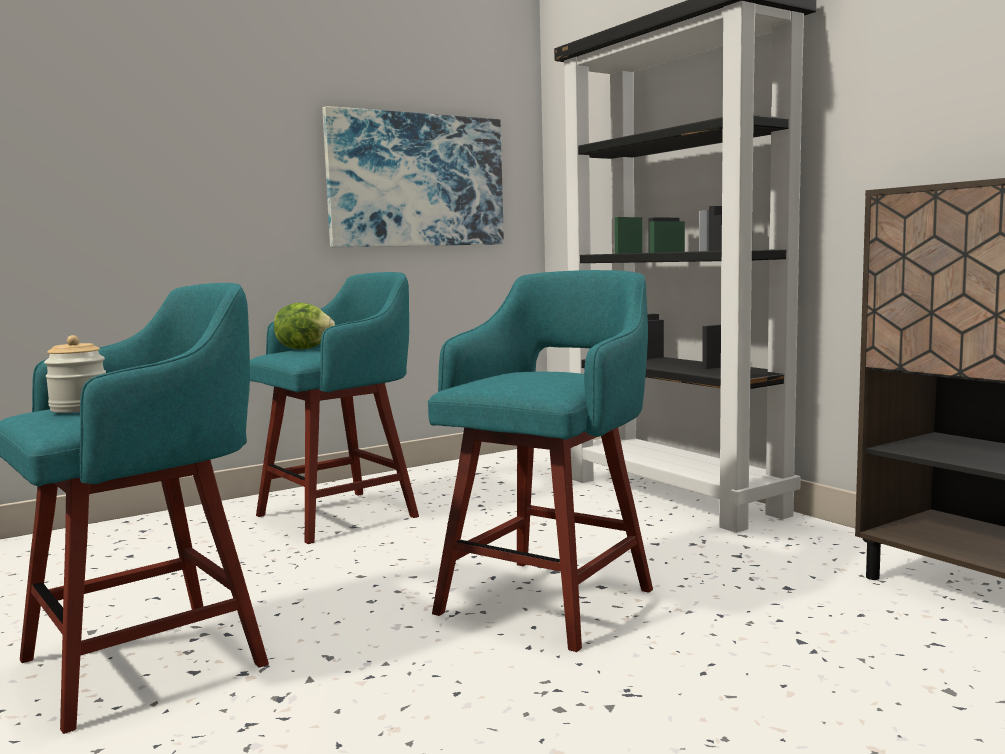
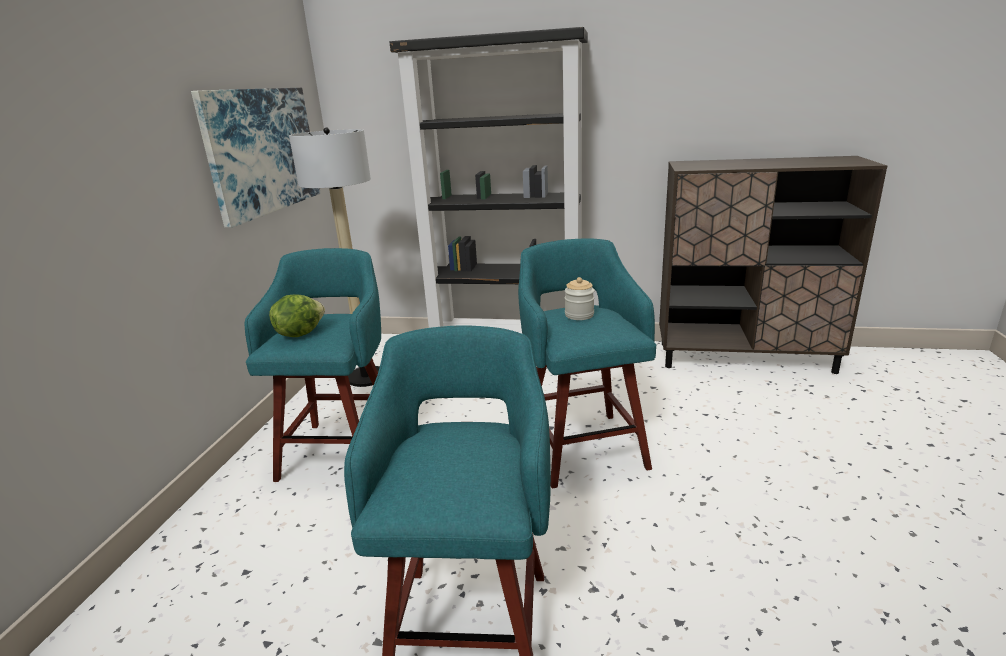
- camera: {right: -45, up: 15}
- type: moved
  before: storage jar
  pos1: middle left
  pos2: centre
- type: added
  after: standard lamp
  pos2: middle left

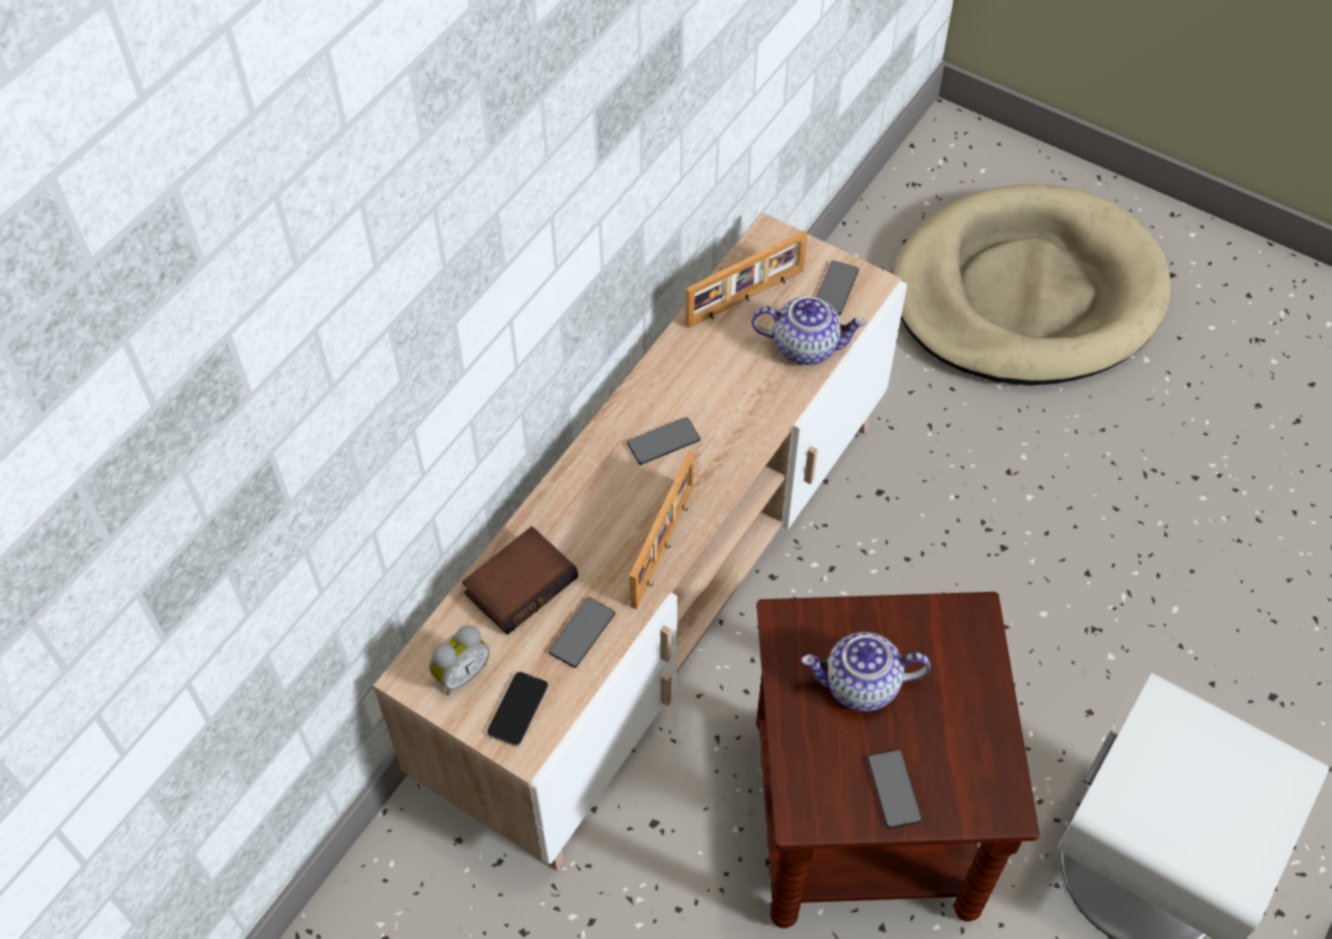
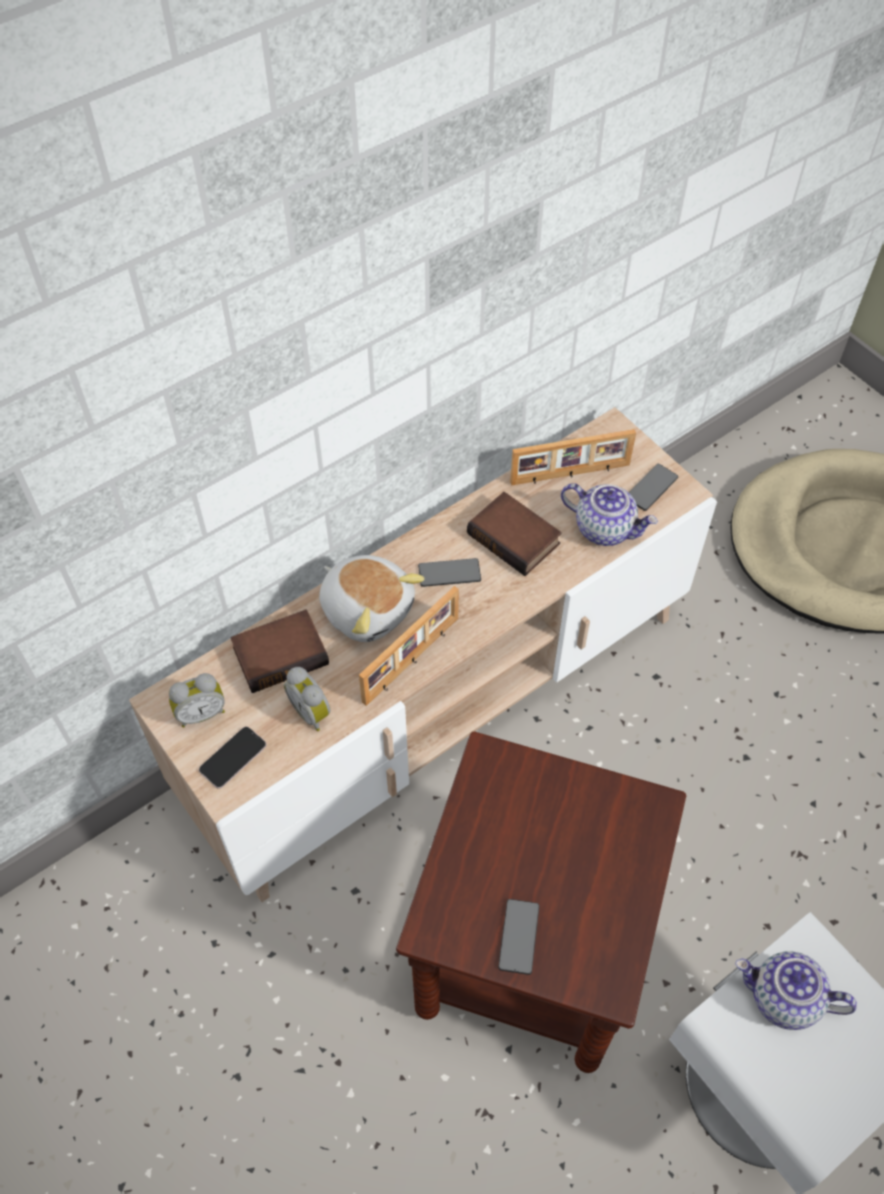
- camera: {right: 20, up: 0}
- type: replaced
  before: phone (2nd from left)
  after: alarm clock (2nd from left)
  pos1: bottom centre
  pos2: centre
- type: moved
  before: pot for tea (2nd from left)
  pos1: bottom centre
  pos2: bottom right
- type: added
  after: plush toy
  pos2: centre
- type: added
  after: book (2nd from left)
  pos2: centre

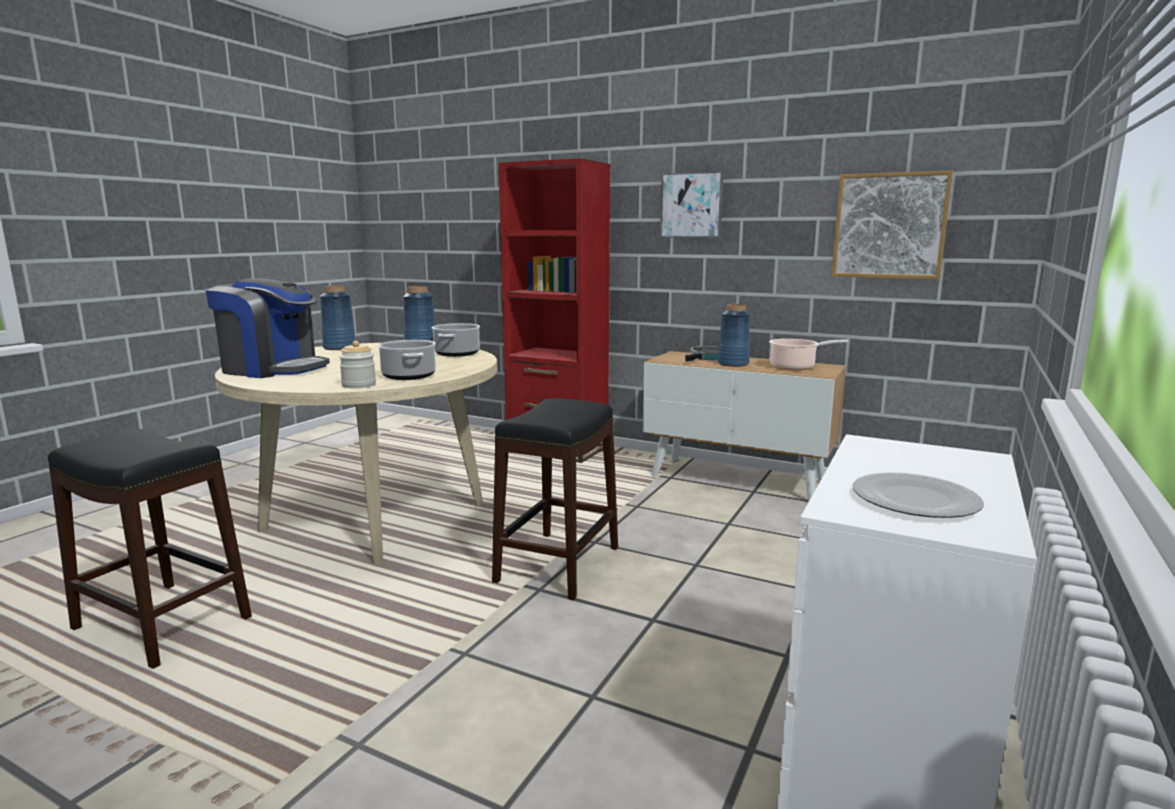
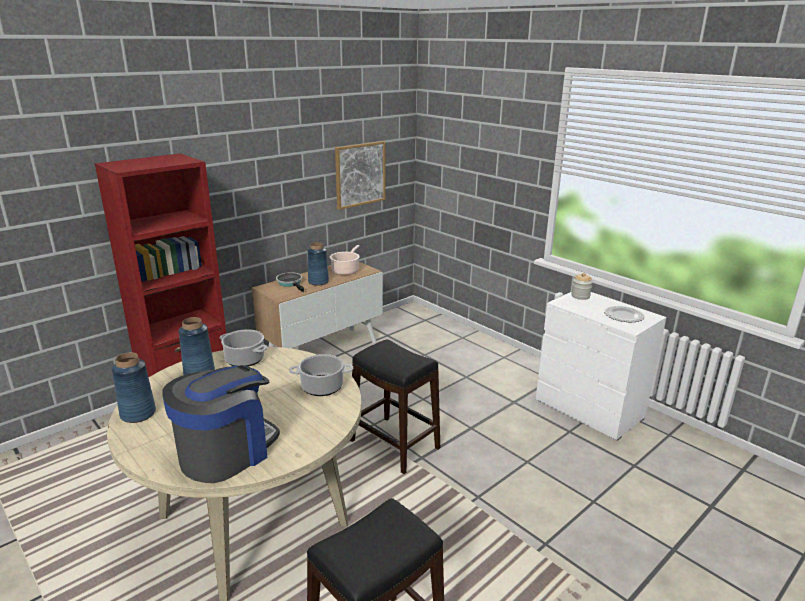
- camera: {right: -70, up: 10}
- type: moved
  before: storage jar
  pos1: middle left
  pos2: middle right
- type: removed
  before: wall art (1st from left)
  pos1: top centre

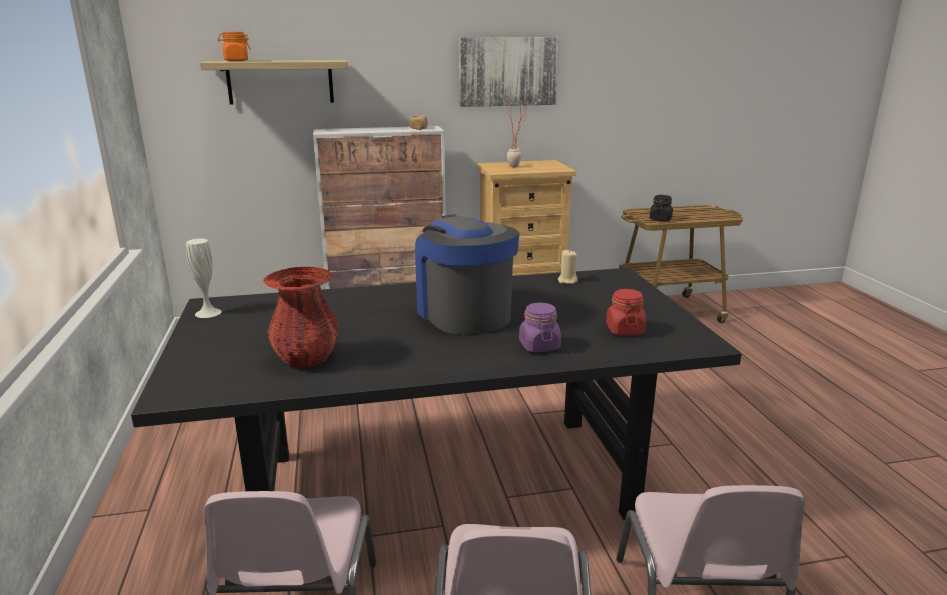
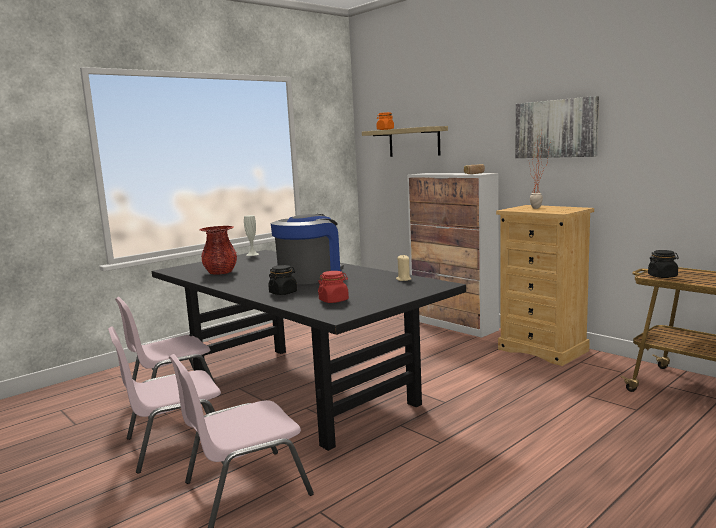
- camera: {right: 60, up: -10}
- type: recoloured
  before: purplish storage jar
  after: black-coloured storage jar (1st from left)
  pos1: centre
  pos2: centre

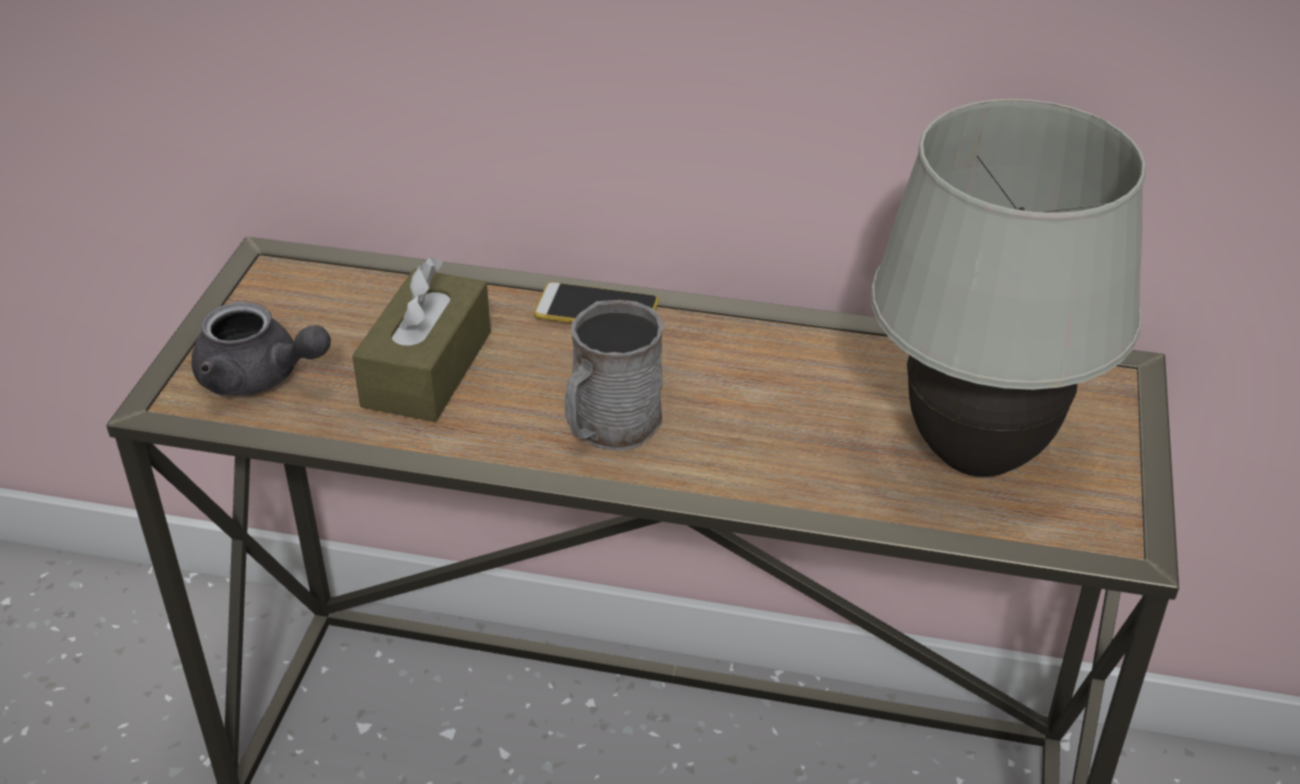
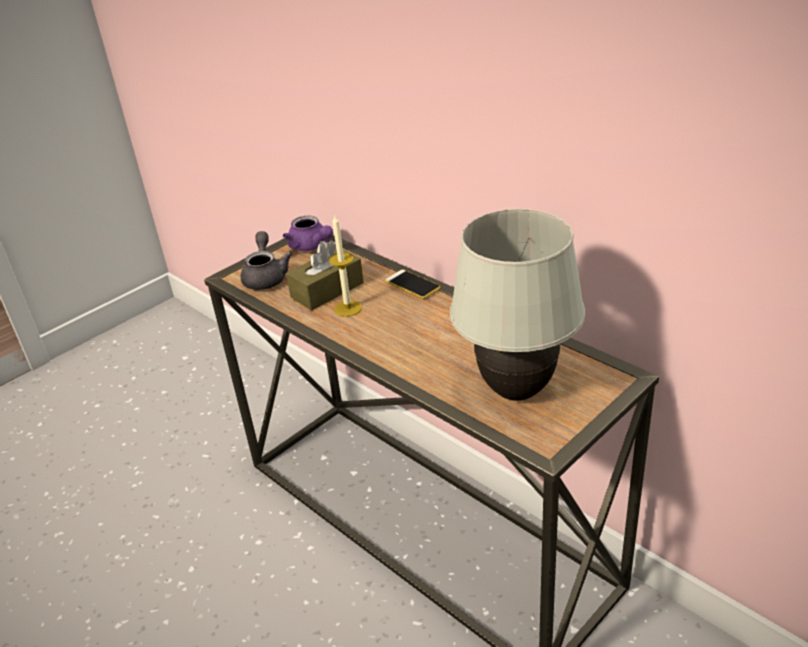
- camera: {right: 35, up: -5}
- type: turned
  before: gray pot for tea
  pos1: middle left
  pos2: middle left
  turn: -150
- type: removed
  before: gray mug
  pos1: centre
- type: added
  after: purplish pot for tea
  pos2: centre
- type: added
  after: candle
  pos2: centre

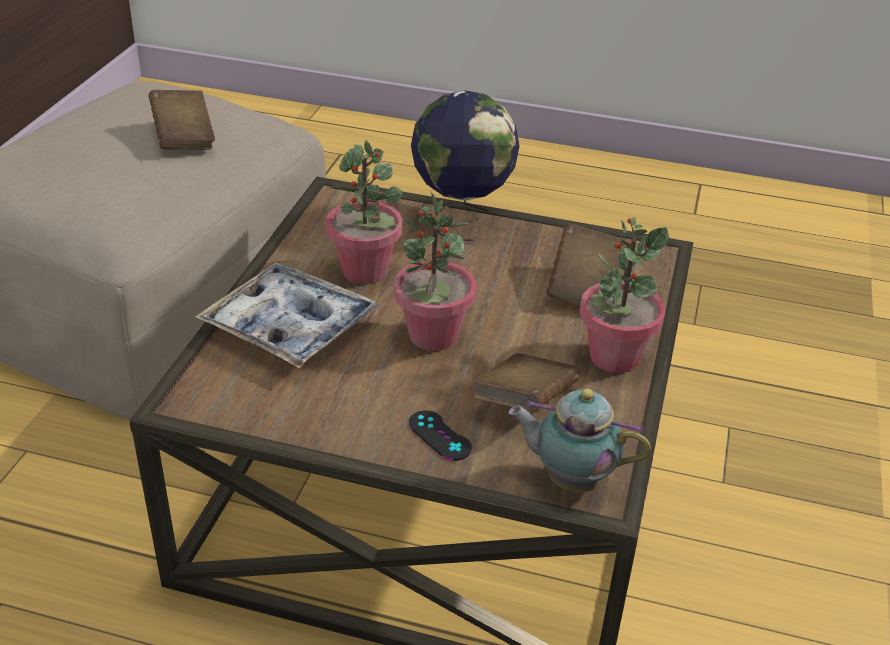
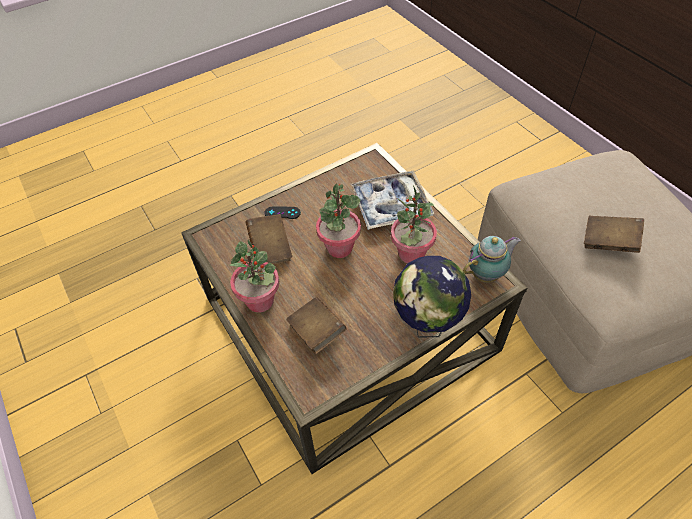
- camera: {right: 135, up: 15}
- type: moved
  before: pot for tea
  pos1: bottom centre
  pos2: middle right

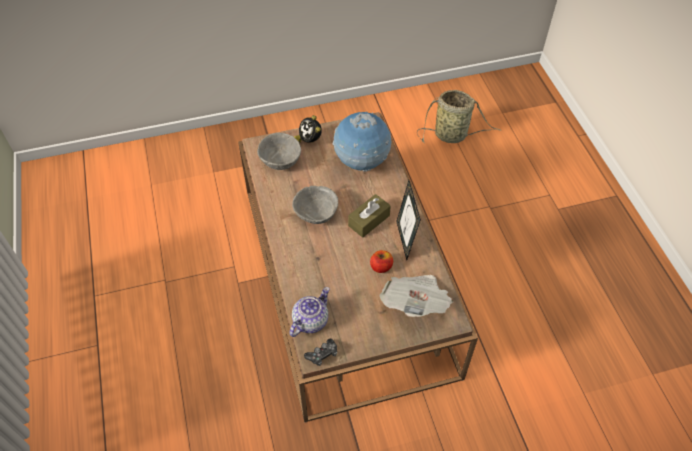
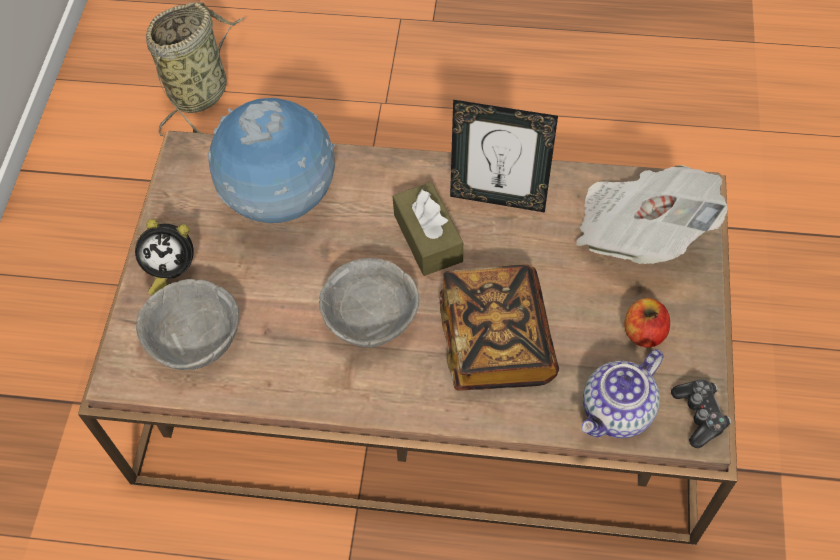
- camera: {right: -65, up: 5}
- type: turned
  before: pot for tea
  pos1: bottom centre
  pos2: bottom right
  turn: -105
- type: moved
  before: apple
  pos1: centre
  pos2: middle right
- type: added
  after: book
  pos2: centre

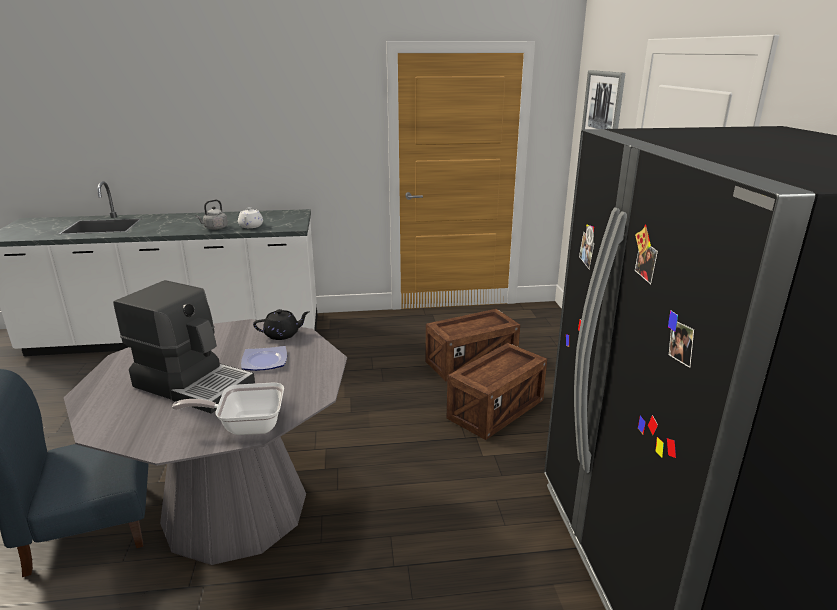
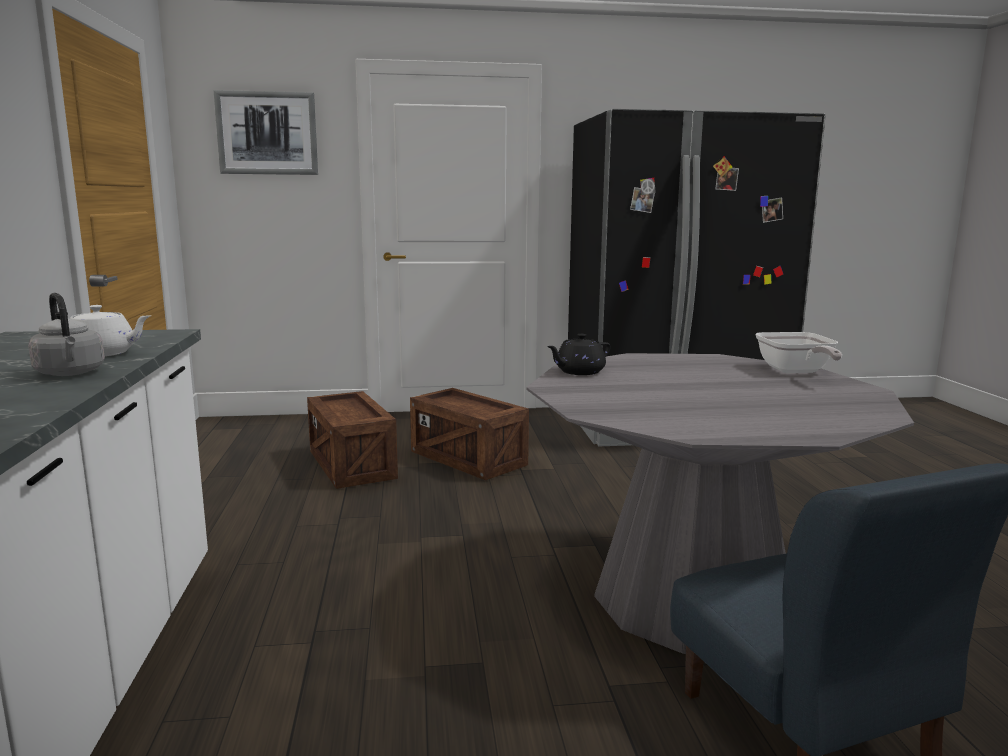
- camera: {right: -90, up: -10}
- type: removed
  before: coffee maker
  pos1: middle left
- type: removed
  before: dinner plate
  pos1: middle left
- type: turned
  before: black-coloured pot for tea
  pos1: centre
  pos2: centre
  turn: -105

